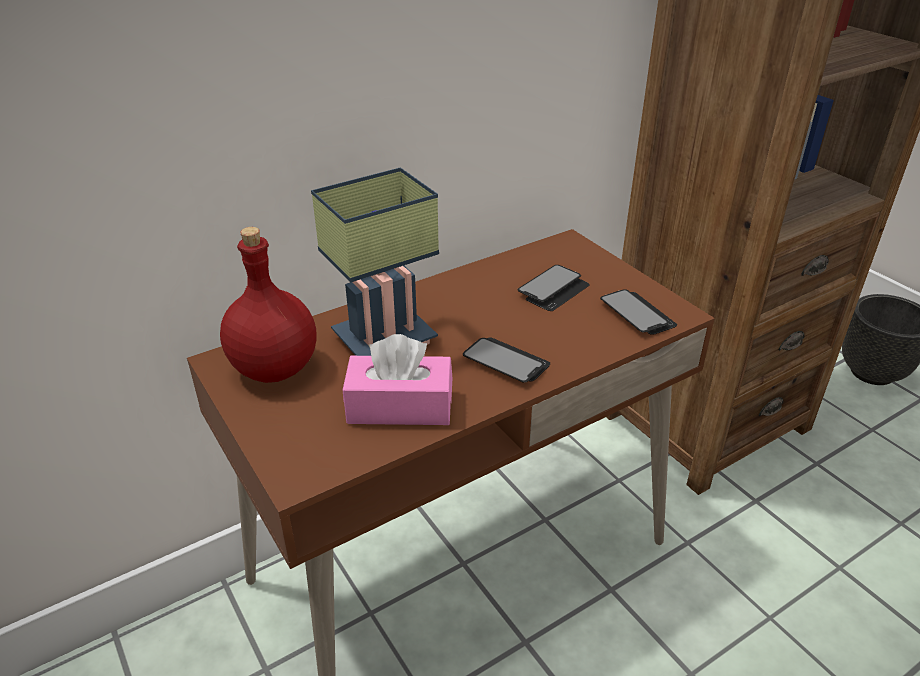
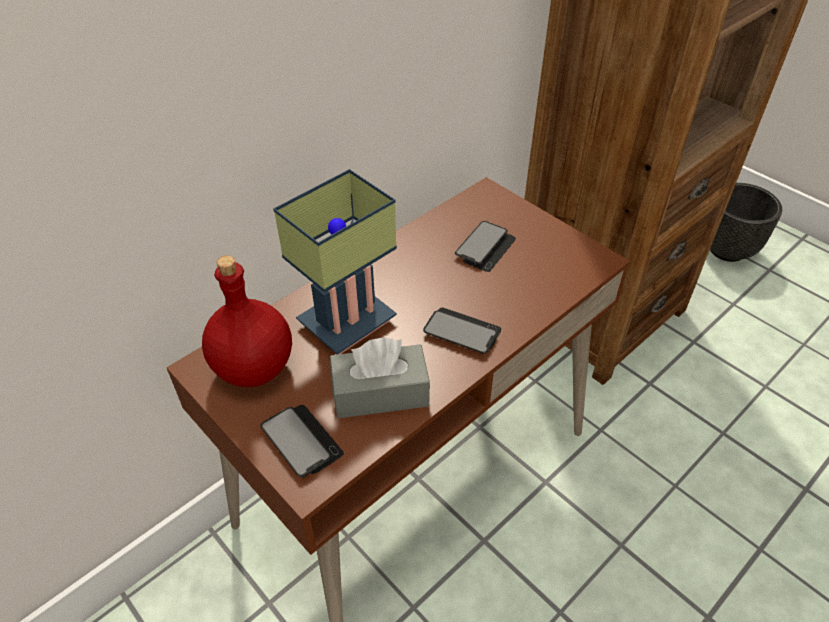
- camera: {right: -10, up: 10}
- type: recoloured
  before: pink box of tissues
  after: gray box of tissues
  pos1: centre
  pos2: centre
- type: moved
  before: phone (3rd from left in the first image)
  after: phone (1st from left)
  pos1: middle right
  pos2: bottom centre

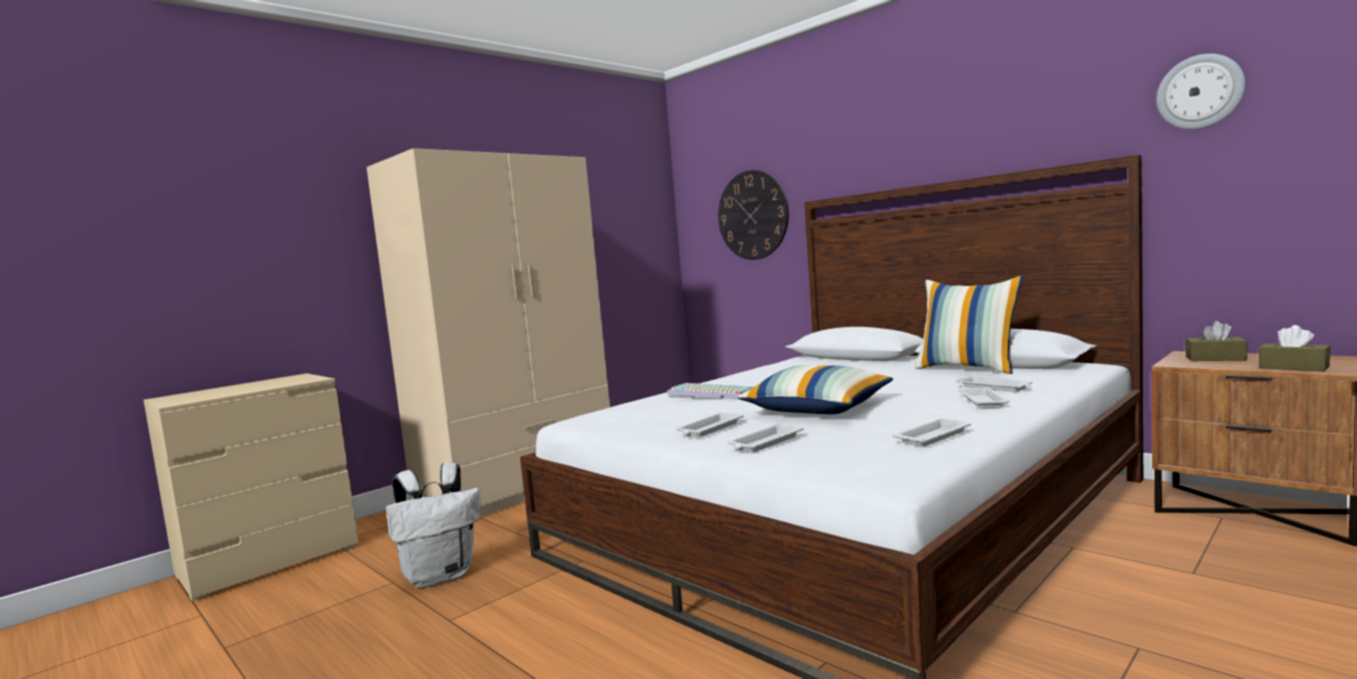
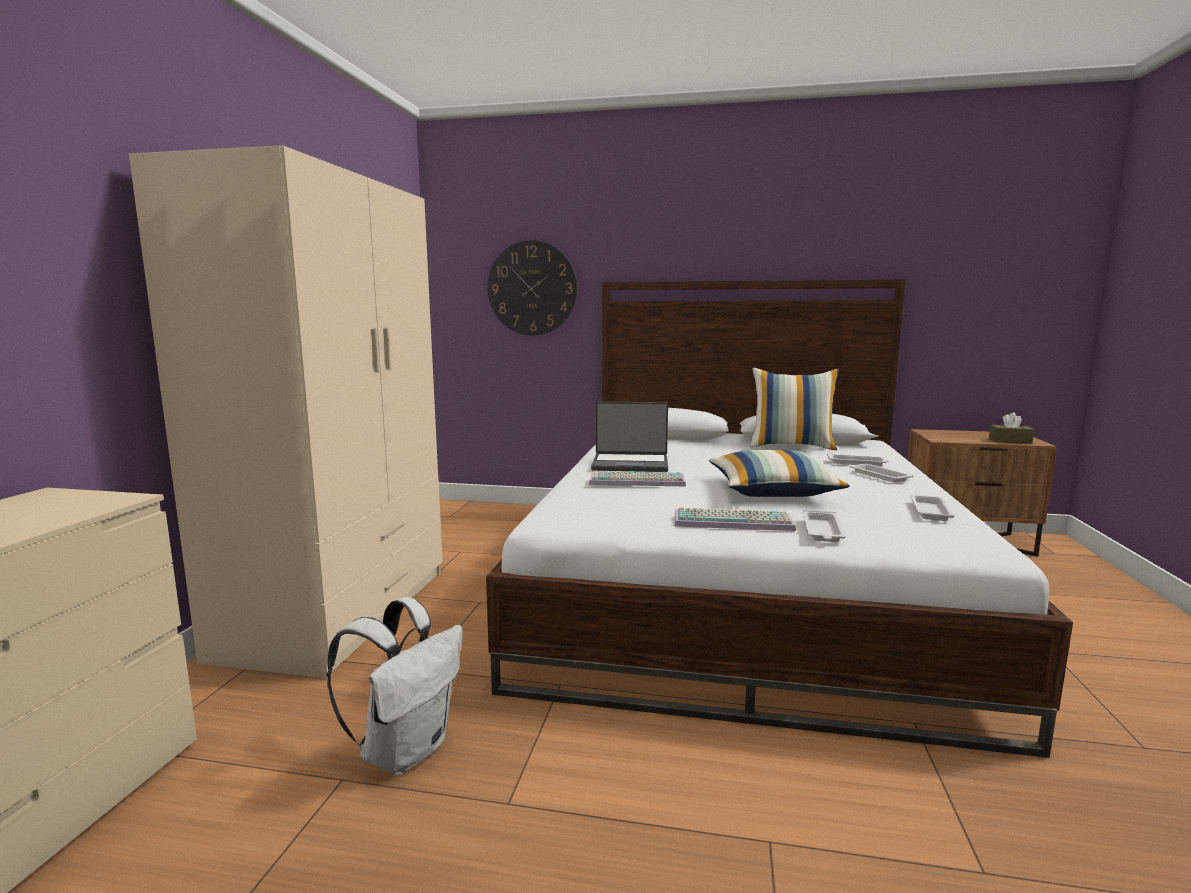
- camera: {right: -35, up: 5}
- type: replaced
  before: white-coloured carrying tray (1st from left)
  after: computer keyboard (2nd from left)
  pos1: centre
  pos2: centre
- type: removed
  before: wall clock (2nd from left)
  pos1: top right
- type: removed
  before: brownish box of tissues (1st from left)
  pos1: middle right
- type: added
  after: laptop
  pos2: centre

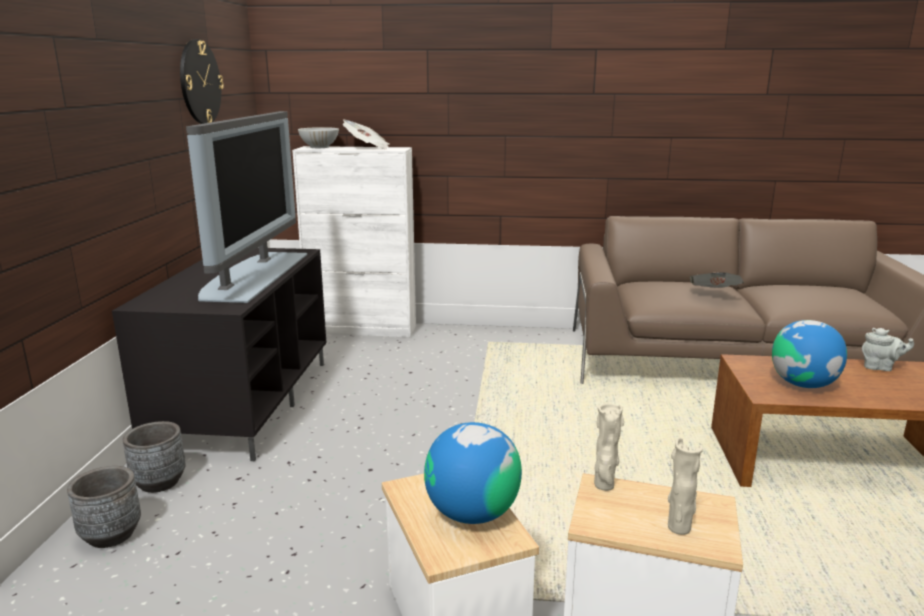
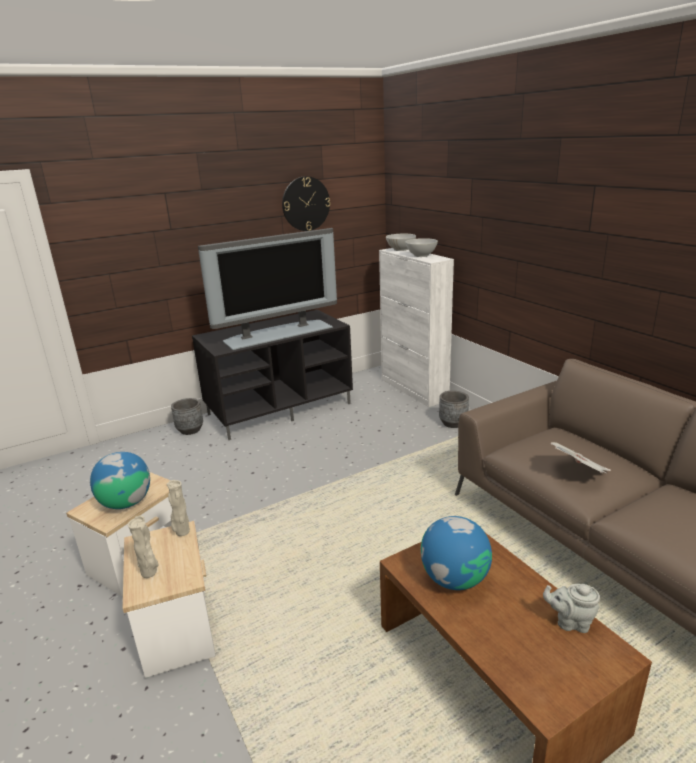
- camera: {right: 55, up: 5}
- type: moved
  before: gray plant pot (1st from left in the first image)
  after: gray plant pot (2nd from left)
  pos1: bottom left
  pos2: centre
- type: replaced
  before: newspaper (1st from left)
  after: white-coloured serving bowl (2nd from left)
  pos1: top centre
  pos2: top centre
- type: turned
  before: gray pot for tea
  pos1: middle right
  pos2: bottom right
  turn: 120

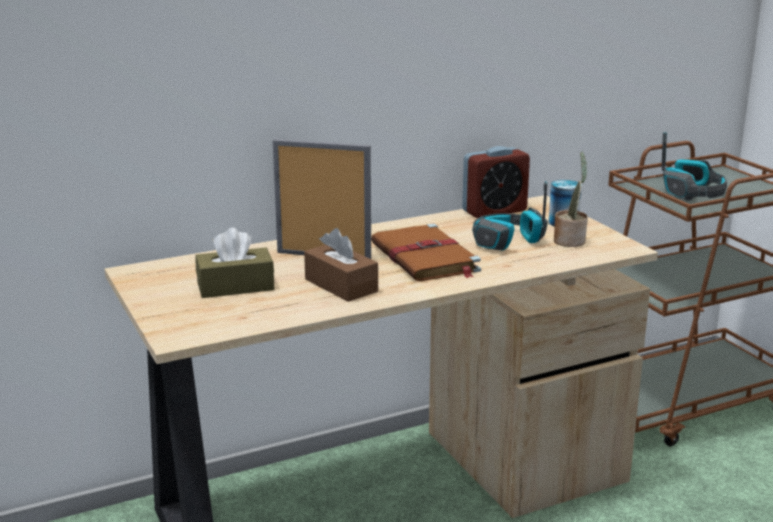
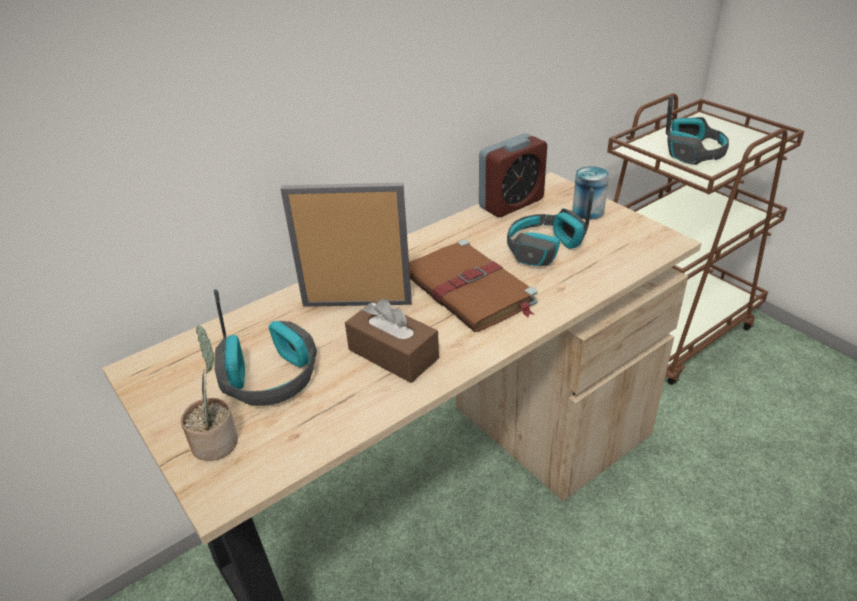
- camera: {right: -10, up: 15}
- type: replaced
  before: brownish box of tissues (1st from left)
  after: headphones (1st from left)
  pos1: middle left
  pos2: middle left
- type: moved
  before: potted plant
  pos1: middle right
  pos2: middle left

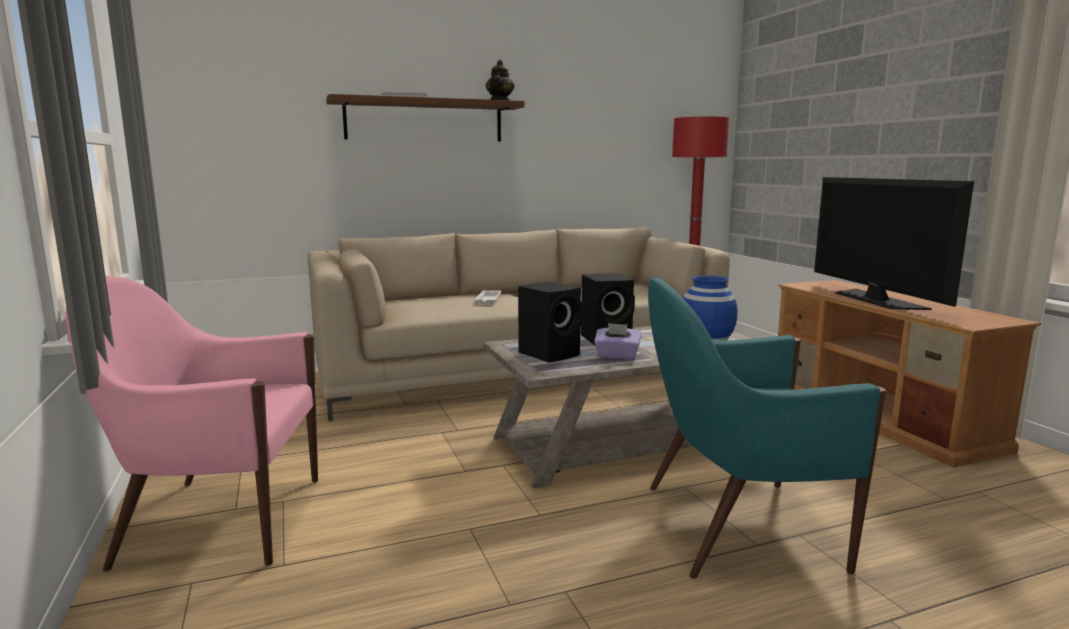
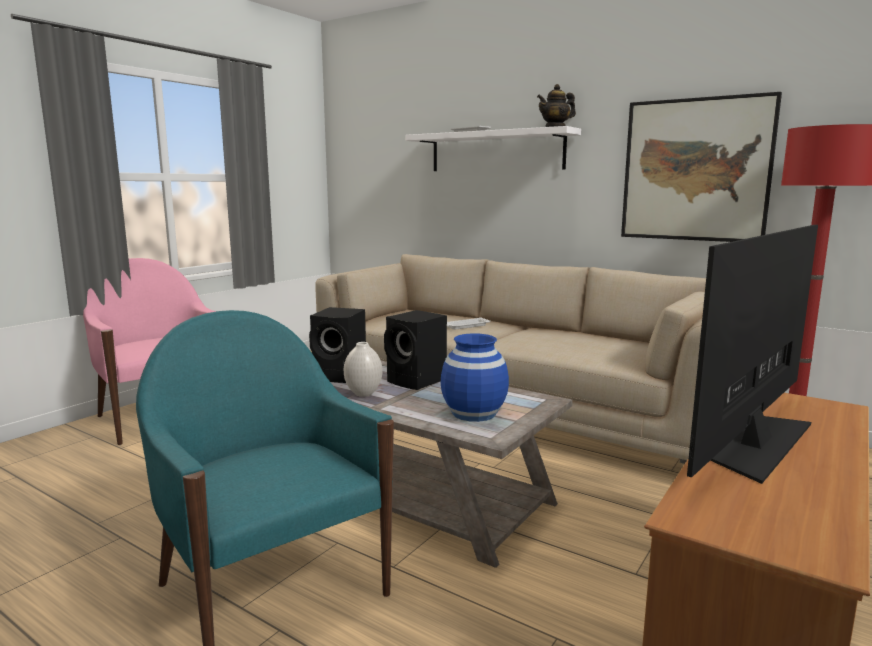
- camera: {right: 55, up: 0}
- type: recoloured
  before: brownish shelf
  after: white-coloured shelf
  pos1: top centre
  pos2: top centre
- type: replaced
  before: purplish box of tissues
  after: white-coloured vase
  pos1: centre
  pos2: centre
- type: added
  after: wall art
  pos2: top right

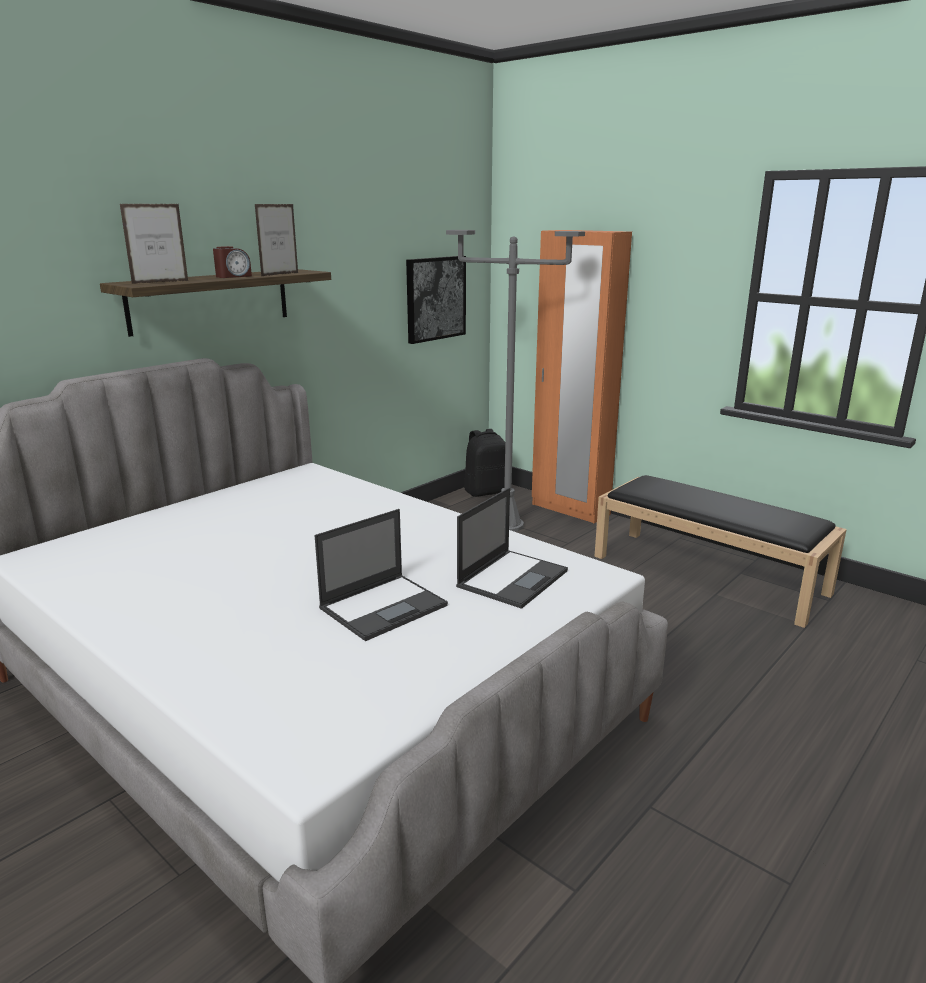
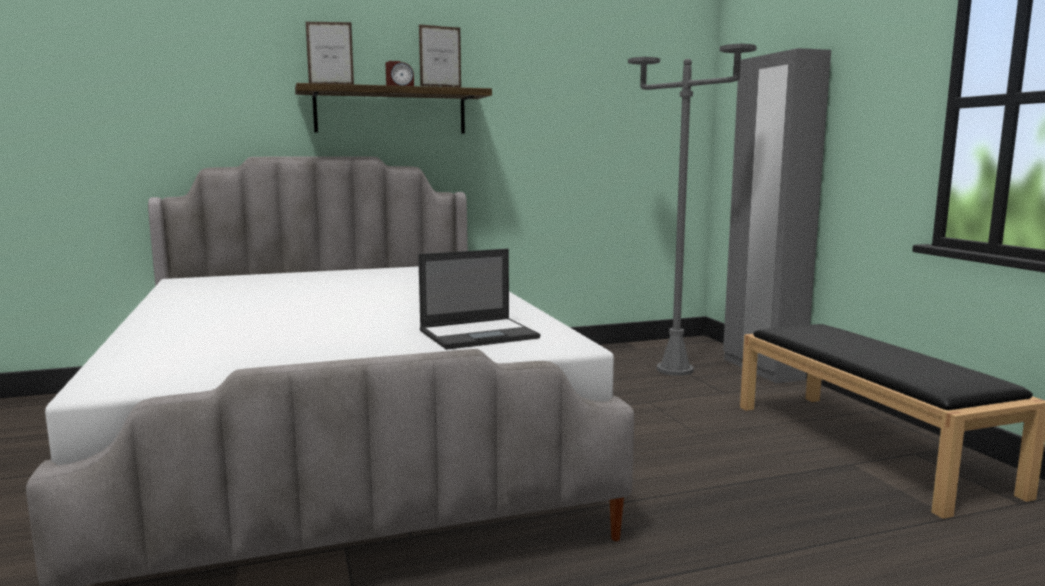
- camera: {right: 30, up: -10}
- type: removed
  before: laptop (1st from left)
  pos1: centre
- type: removed
  before: wall art
  pos1: top centre
- type: removed
  before: black-coloured backpack
  pos1: centre
- type: recoloured
  before: orange-coloured armoire
  after: gray armoire
  pos1: centre
  pos2: middle right

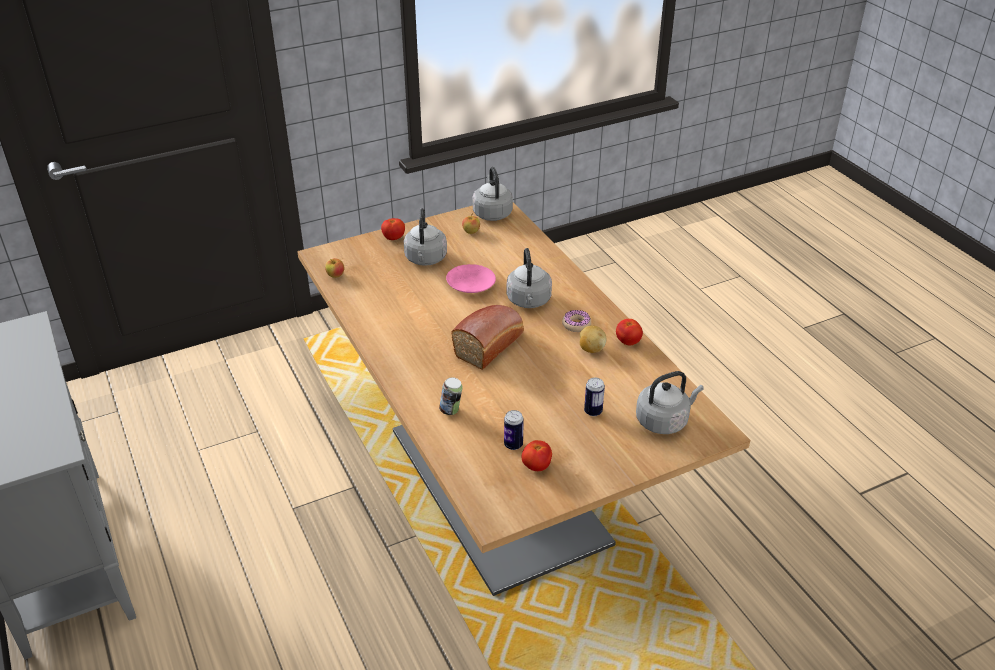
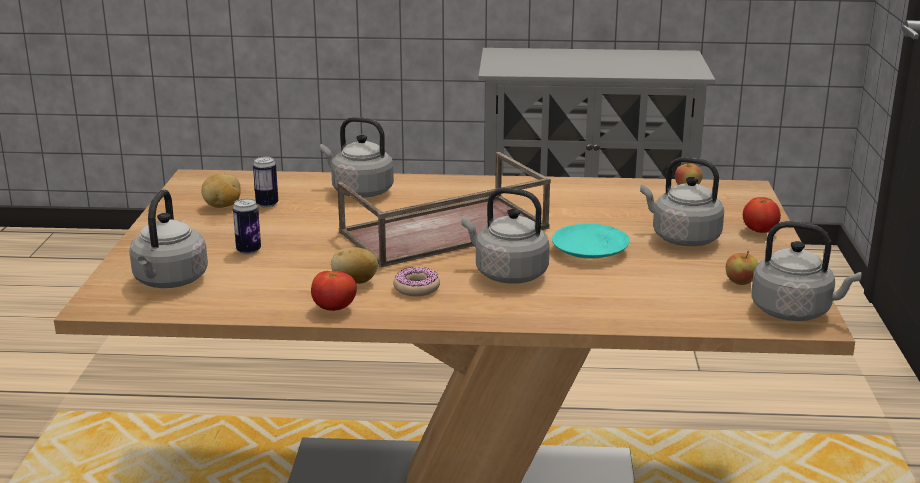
- camera: {right: 120, up: -15}
- type: replaced
  before: metal can (1st from left)
  after: gray tea kettle (2nd from left)
  pos1: centre
  pos2: top centre
- type: recoloured
  before: pink dinner plate
  after: turquoise-coloured dinner plate
  pos1: centre
  pos2: centre
- type: replaced
  before: baked bread
  after: brownish carrying tray
  pos1: centre
  pos2: centre
- type: replaced
  before: fresh tomato (2nd from left)
  after: potato (1st from left)
  pos1: bottom centre
  pos2: middle left

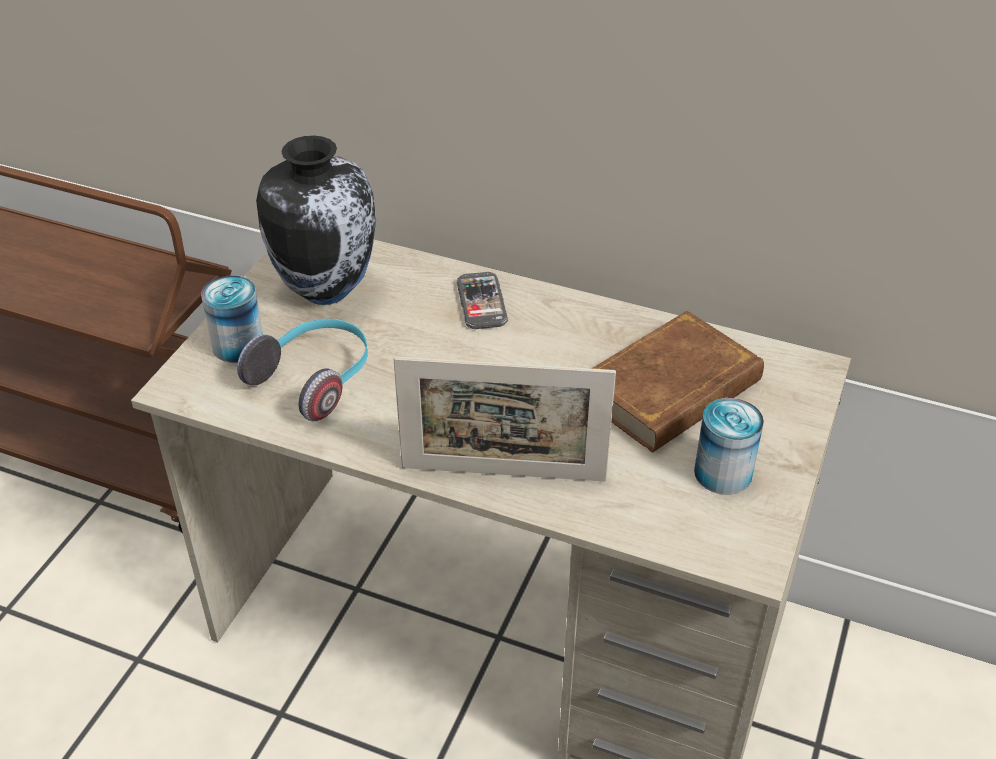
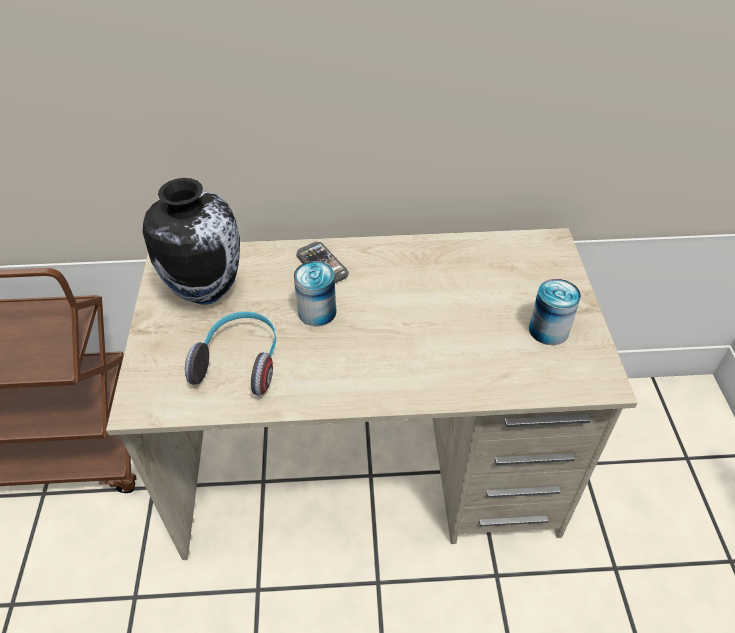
- camera: {right: -25, up: 5}
- type: moved
  before: metal can (1st from left)
  pos1: middle left
  pos2: centre
- type: removed
  before: picture frame
  pos1: centre
- type: removed
  before: brownish book
  pos1: middle right

